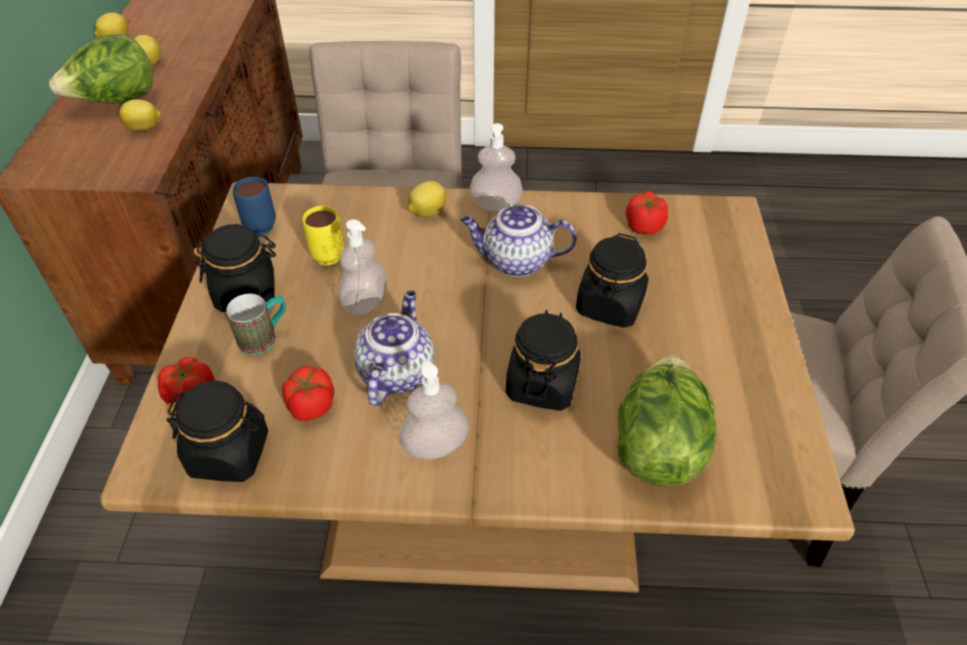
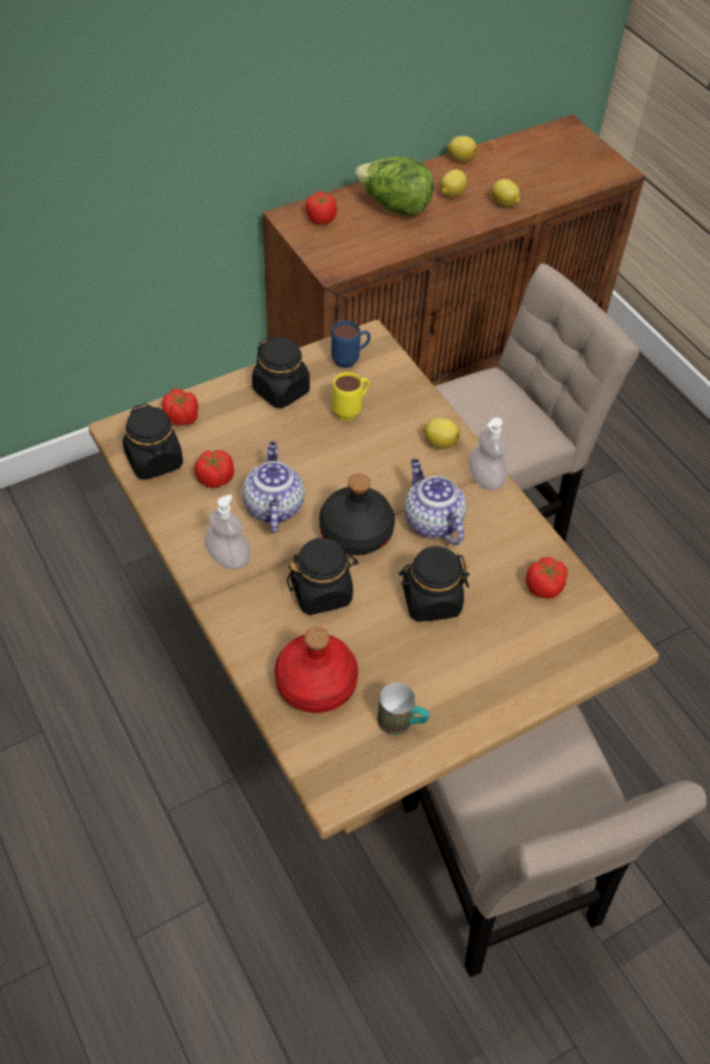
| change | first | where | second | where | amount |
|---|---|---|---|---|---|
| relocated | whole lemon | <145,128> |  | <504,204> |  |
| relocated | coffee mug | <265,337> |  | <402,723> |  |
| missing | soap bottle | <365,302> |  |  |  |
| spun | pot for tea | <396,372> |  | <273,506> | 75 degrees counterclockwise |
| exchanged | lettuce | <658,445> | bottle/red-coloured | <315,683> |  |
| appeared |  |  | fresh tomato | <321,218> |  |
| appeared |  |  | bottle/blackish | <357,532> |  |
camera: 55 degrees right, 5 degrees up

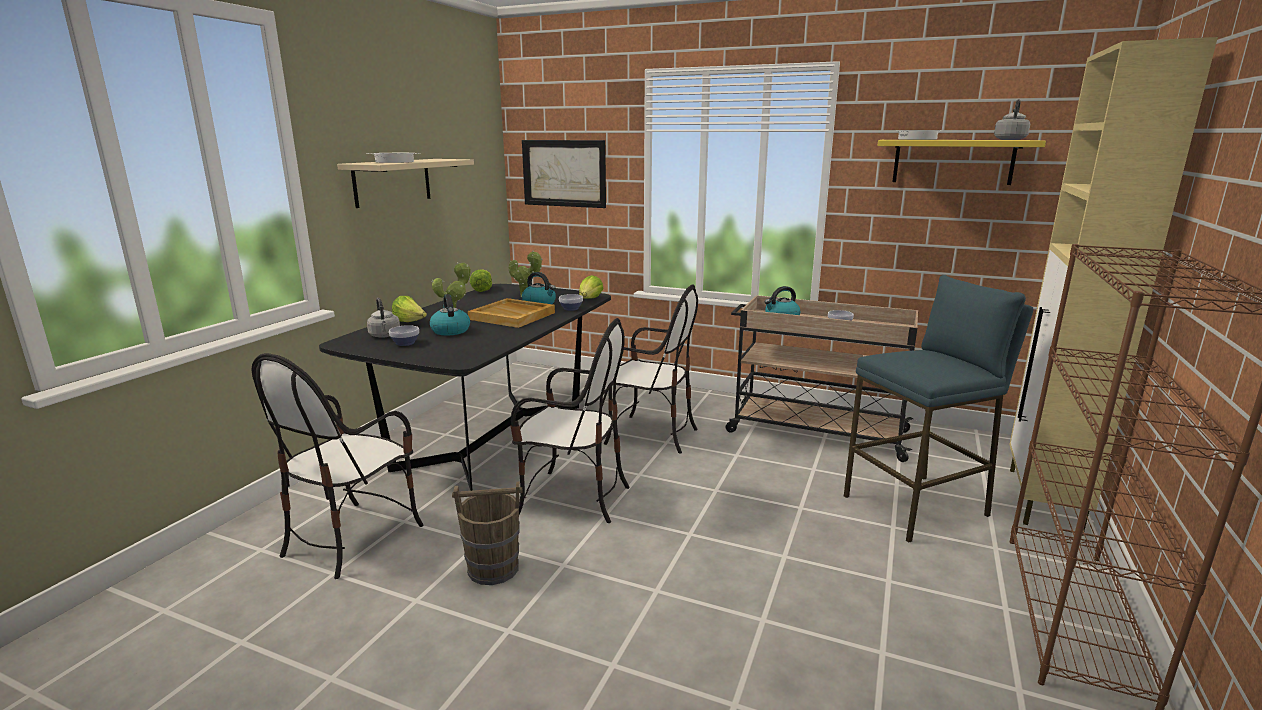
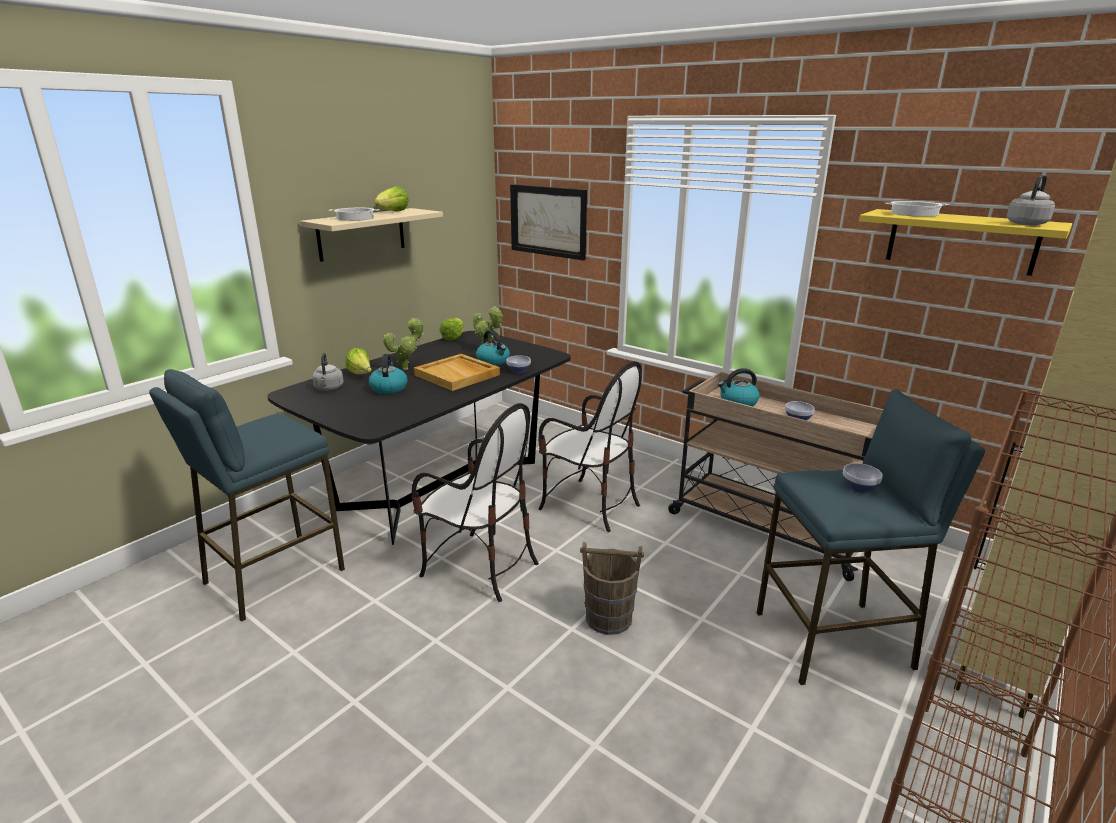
| change | first | where | second | where | amount |
|---|---|---|---|---|---|
| exchanged | plain chair | <352,537> | stool/blue-coloured | <273,575> |  |
| relocated | serving bowl | <404,343> |  | <858,488> |  |
| relocated | bucket/brown-coloured | <494,569> |  | <609,618> |  |
| relocated | lettuce | <590,300> |  | <392,212> |  |
camera: 15 degrees right, 5 degrees up

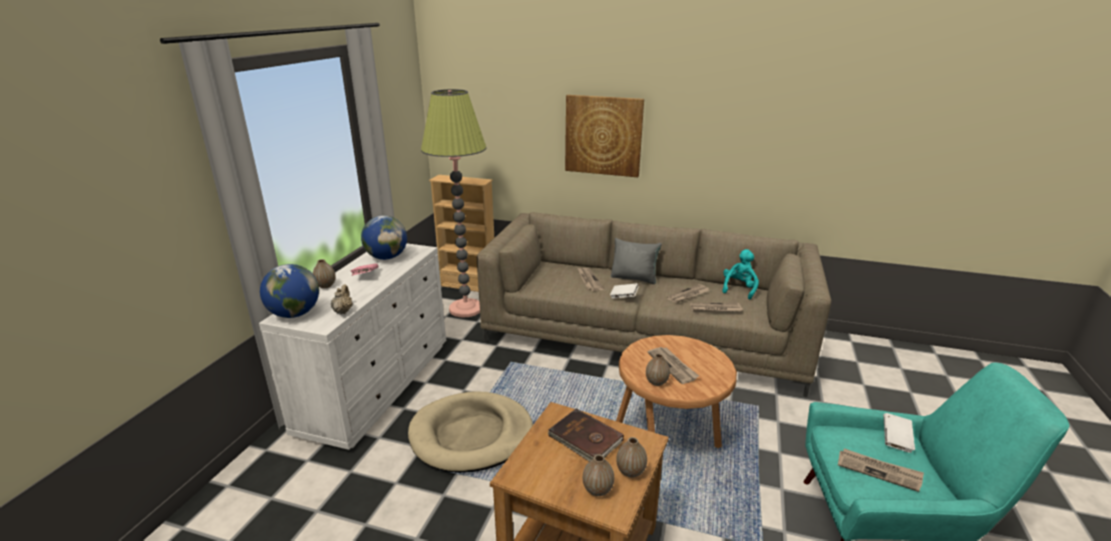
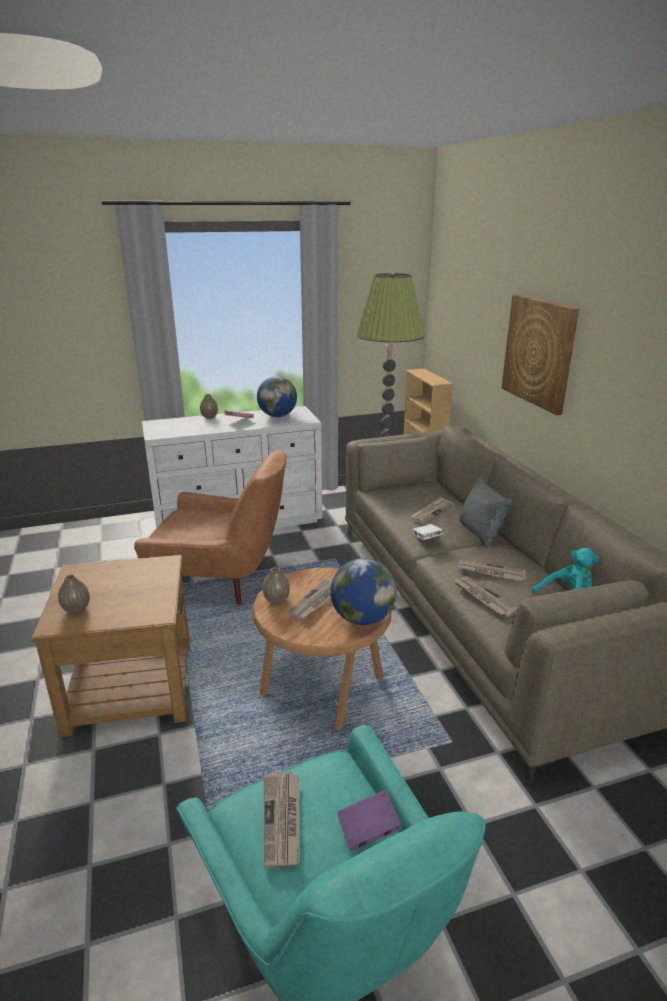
| change | first | where | second | where | amount |
|---|---|---|---|---|---|
| relocated | world globe | <295,314> |  | <362,618> |  |
| missing | pot for tea/beige-coloured | <343,311> |  |  |  |
| exchanged | pet bed/beige-coloured | <471,435> | armchair/brown-coloured | <221,582> |  |
| missing | volume/brown-coloured | <585,439> |  |  |  |
| missing | vase | <630,471> |  |  |  |
| colour | volume/white | <896,440> | volume/purple-coloured | <368,830> |  |
camera: 55 degrees right, 0 degrees up

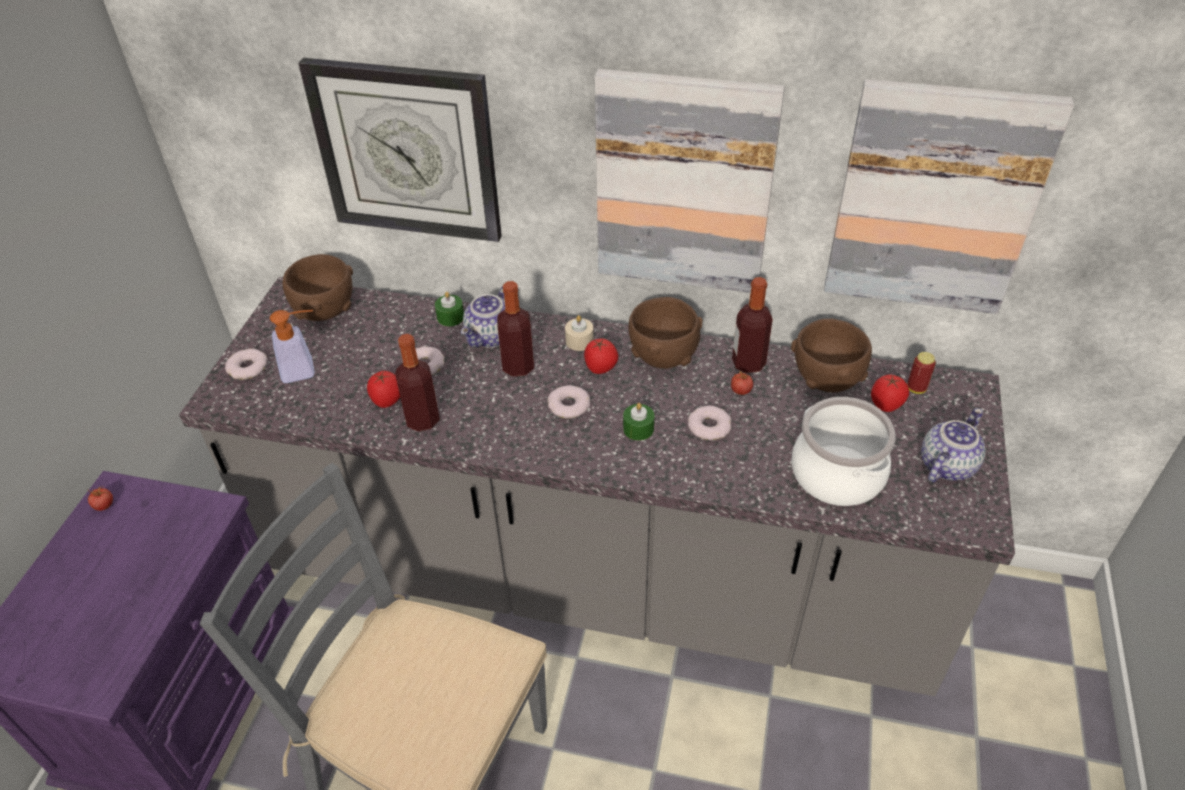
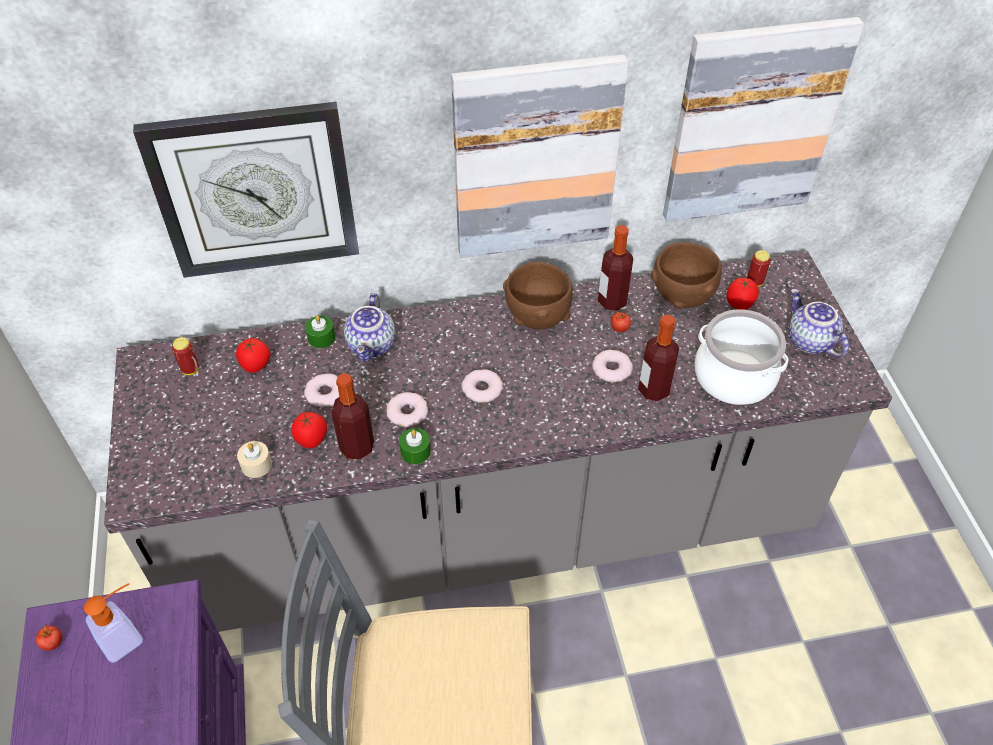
| change | first | where | second | where | amount |
|---|---|---|---|---|---|
| relocated | ring doughnut | <248,368> |  | <407,412> |  |
| relocated | soap bottle | <305,369> |  | <128,636> |  |
| exchanged | serving bowl/brown-coloured | <325,311> | sealed can | <190,369> |  |
| relocated | bottle | <518,367> |  | <654,390> |  |
| relocated | candle/beige-coloured | <579,341> |  | <256,465> |  |
| relocated | fresh tomato | <601,368> |  | <256,365> |  |
| relocated | candle/greenish | <638,429> |  | <415,451> |  |
| spun | pot for tea | <946,464> |  | <809,341> | 45 degrees counterclockwise |
camera: 25 degrees left, 5 degrees up

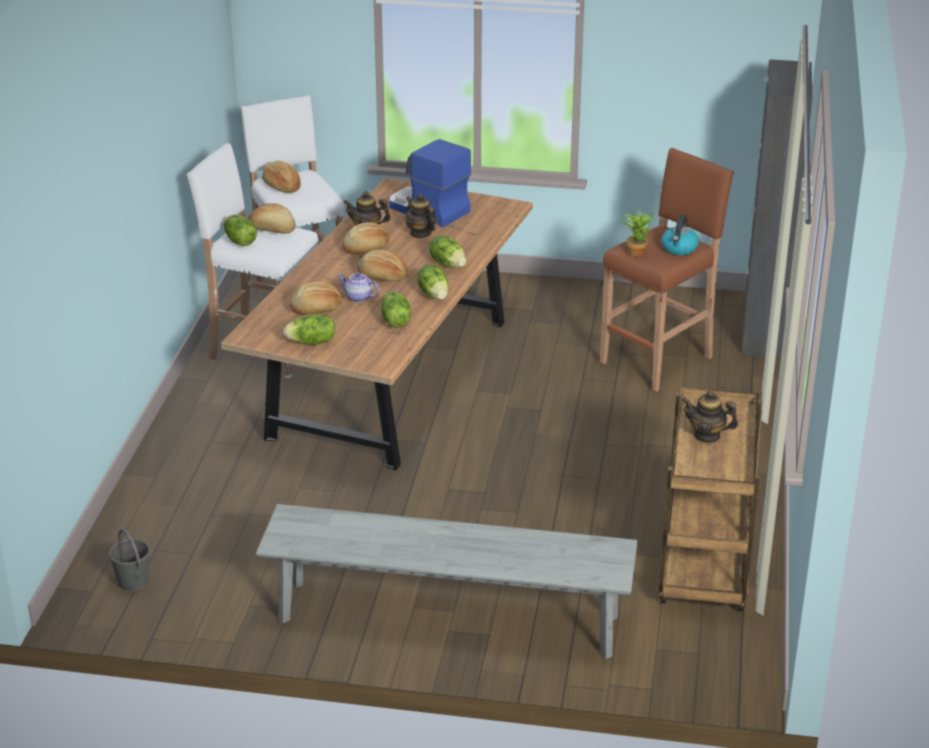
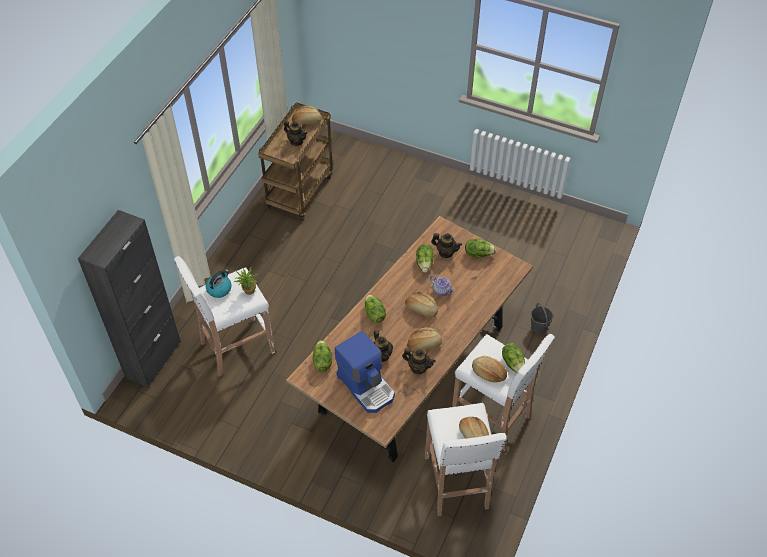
| change | first | where | second | where | amount |
|---|---|---|---|---|---|
| relocated | bucket/greyish | <133,582> |  | <538,327> |  |
| missing | bench/greyish | <448,619> |  |  |  |
| relocated | bread | <317,309> |  | <307,121> |  |
| relocated | lettuce | <434,295> |  | <322,361> |  |
| colour | stool/brown-coloured | <658,360> | stool/white | <235,347> |  |
| appeared |  |  | pot for tea | <445,252> |  |
camera: 165 degrees left, 20 degrees up

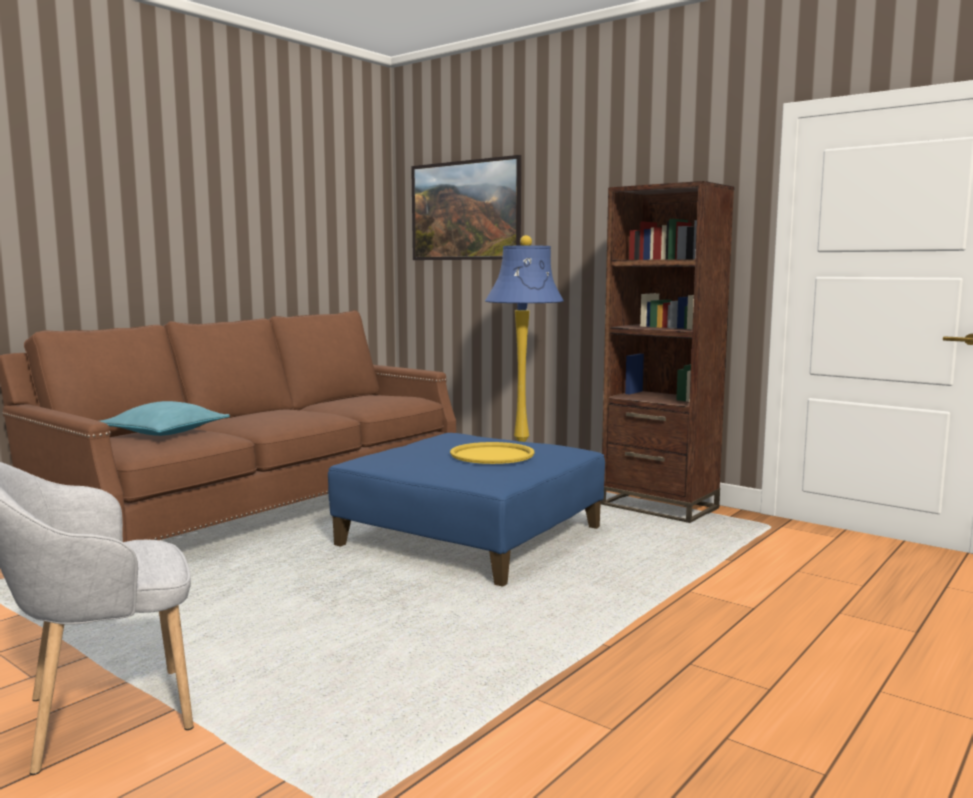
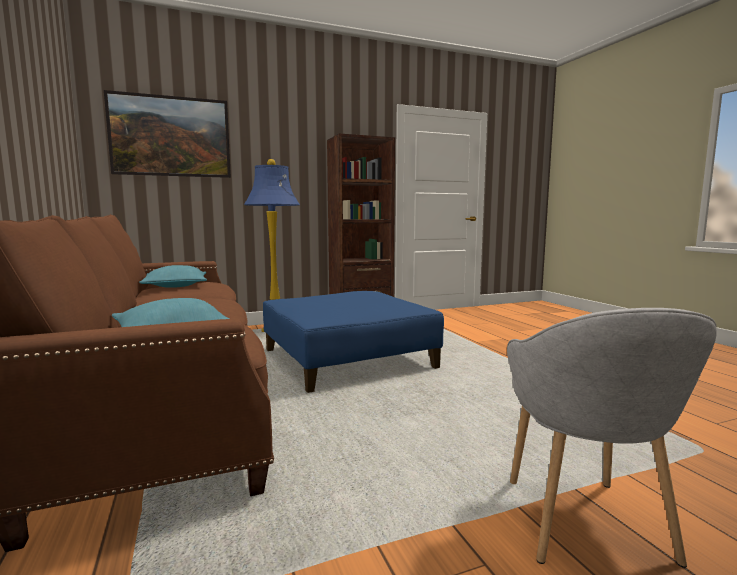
| change | first | where | second | where | amount |
|---|---|---|---|---|---|
| missing | tray/yellow | <492,455> |  |  |  |
| appeared |  |  | pillow/turquoise-coloured | <176,286> |  |
camera: 60 degrees left, 0 degrees up

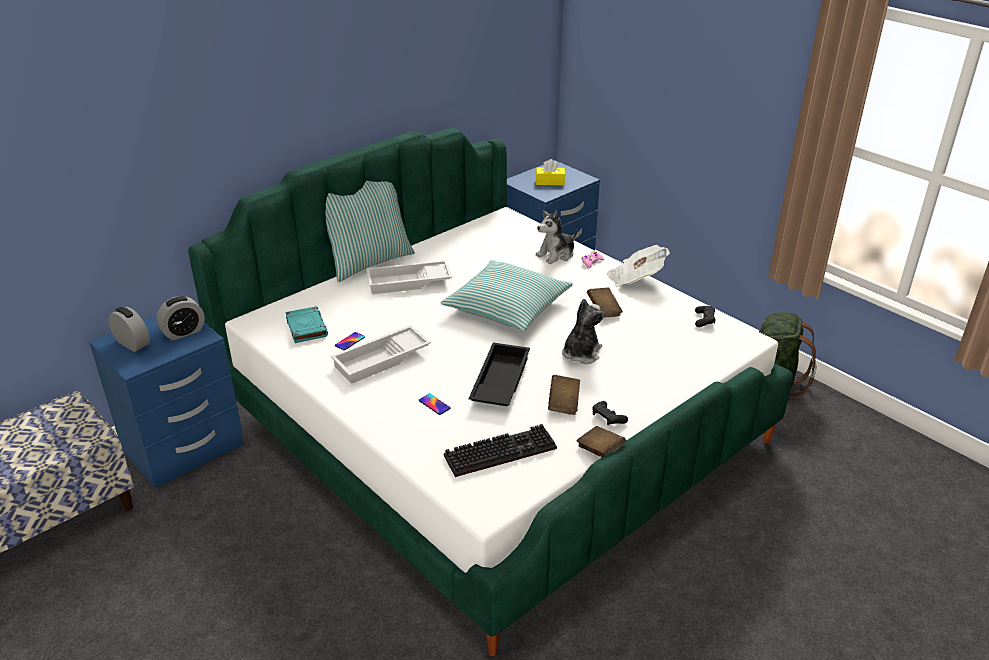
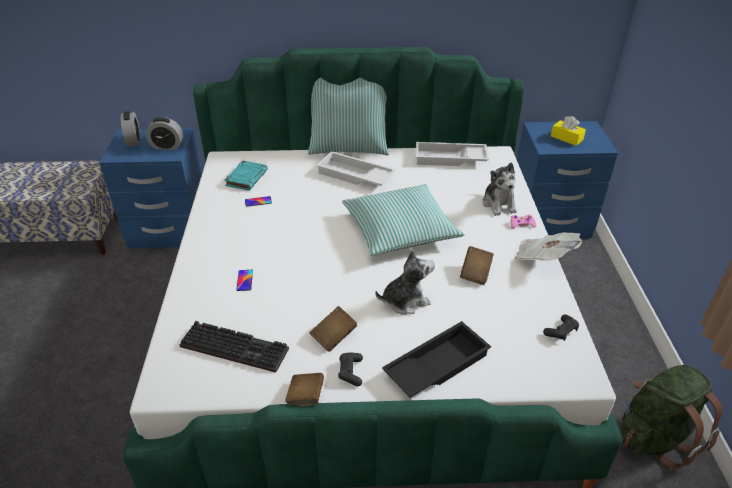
| change | first | where | second | where | amount |
|---|---|---|---|---|---|
| relocated | tray/white | <382,360> |  | <450,159> |  |
| relocated | tray/blackish | <499,381> |  | <436,364> |  |
| spun | soft toy | <556,254> |  | <499,204> | 105 degrees counterclockwise |
camera: 40 degrees right, 5 degrees up

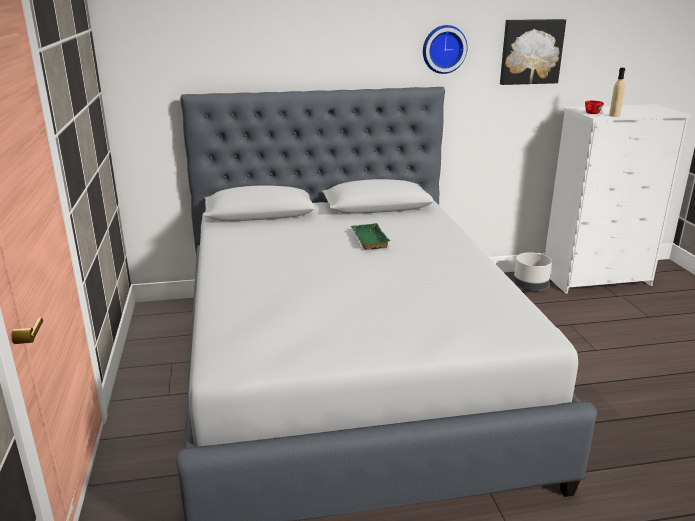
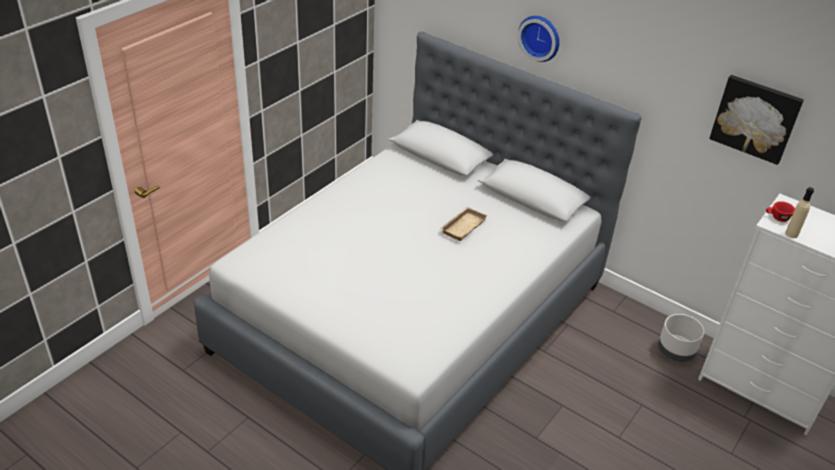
| change | first | where | second | where | amount |
|---|---|---|---|---|---|
| colour | tray/greenish | <368,240> | tray/beige-coloured | <462,226> |  |
| relocated | hanging clock | <443,49> |  | <540,37> |  |
camera: 45 degrees right, 15 degrees up

